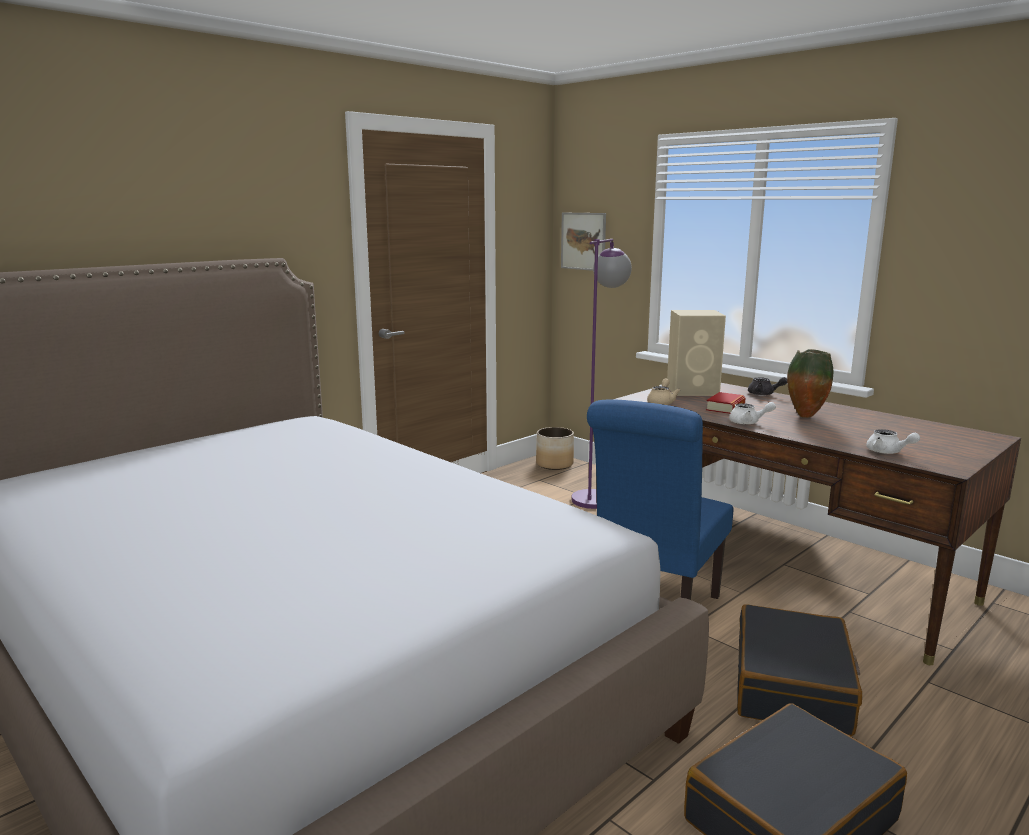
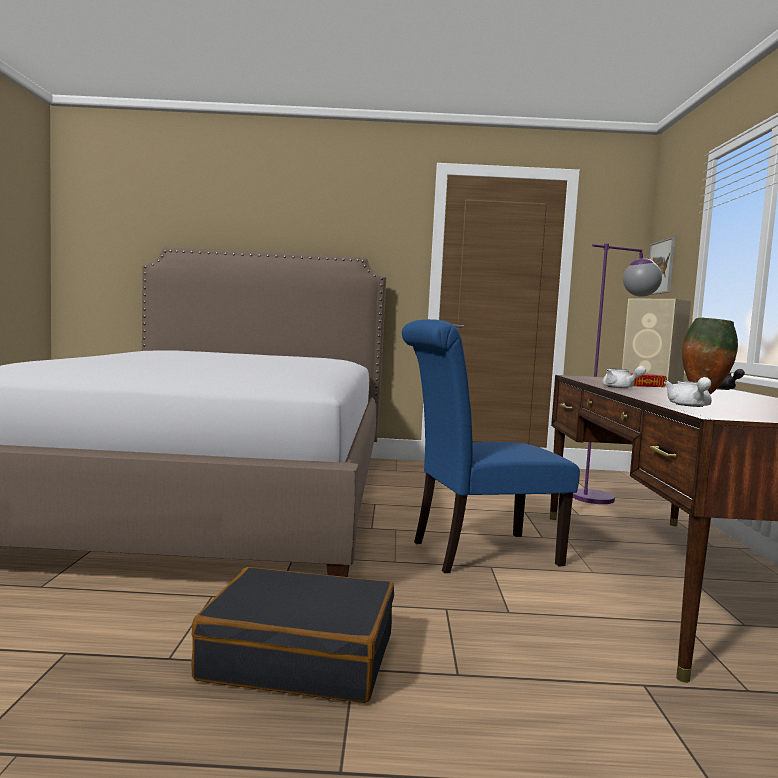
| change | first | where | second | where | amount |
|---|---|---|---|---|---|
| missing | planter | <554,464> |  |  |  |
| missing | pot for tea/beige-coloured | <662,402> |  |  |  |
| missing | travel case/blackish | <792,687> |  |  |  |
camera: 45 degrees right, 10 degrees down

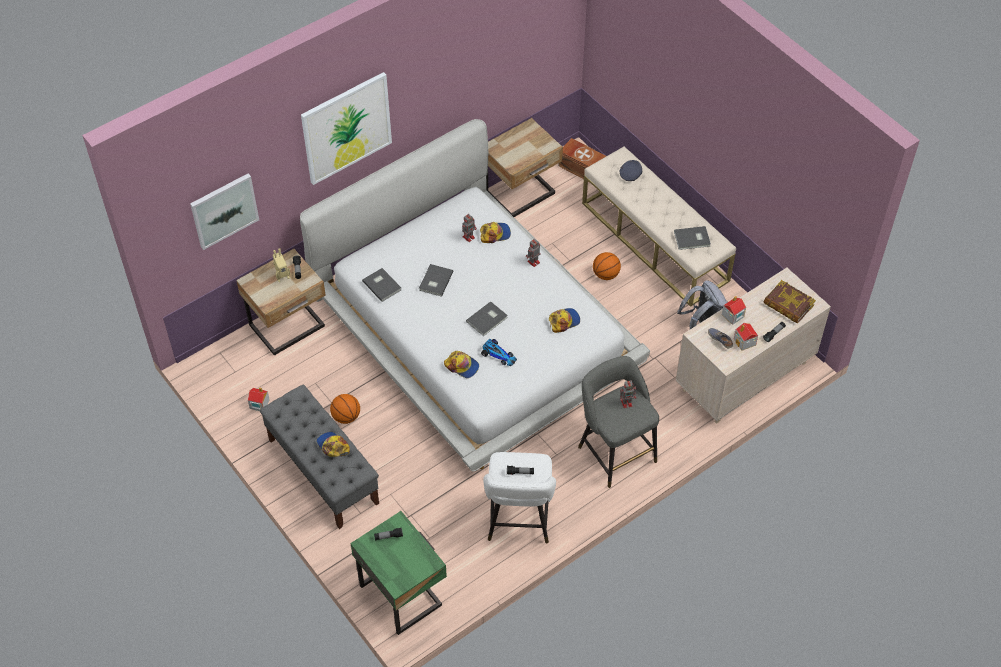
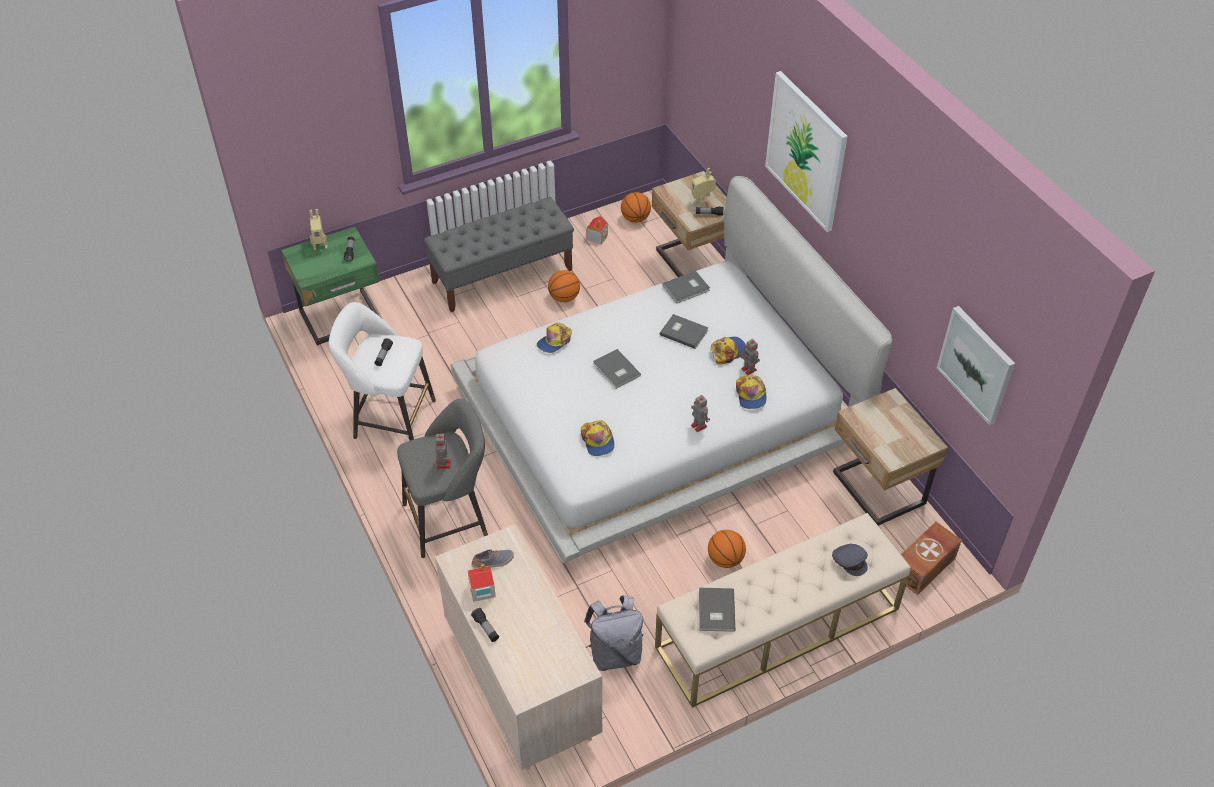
| change | first | where | second | where | amount |
|---|---|---|---|---|---|
| relocated | wall picture | <224,210> |  | <976,364> |  |
| relocated | peaked cap | <333,446> |  | <728,351> |  |
| missing | miniature car | <499,355> |  |  |  |
| missing | model house | <732,316> |  |  |  |
| missing | volume | <788,305> |  |  |  |
| appeared |  |  | toy robot | <320,244> |  |
| appeared |  |  | ball for basketball | <635,218> |  |
camera: 100 degrees right, 5 degrees down

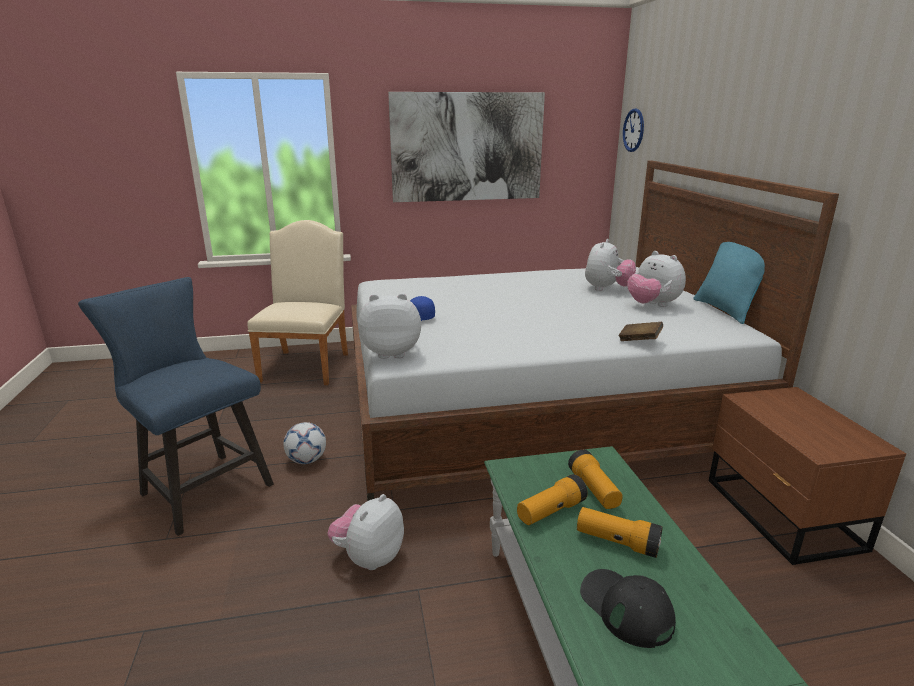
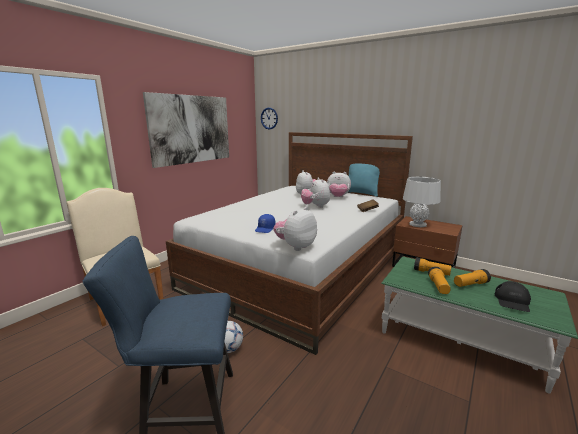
| change | first | where | second | where | amount |
|---|---|---|---|---|---|
| relocated | soft toy | <369,557> |  | <315,206> |  |
| spun | peaked cap/blackish | <626,608> |  | <512,301> | 75 degrees counterclockwise |
| appeared |  |  | lamp for a table/greyish | <418,224> |  |
camera: 45 degrees left, 5 degrees down

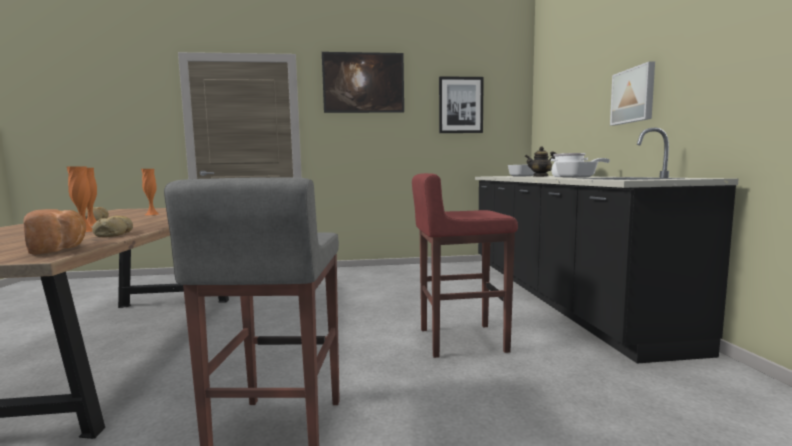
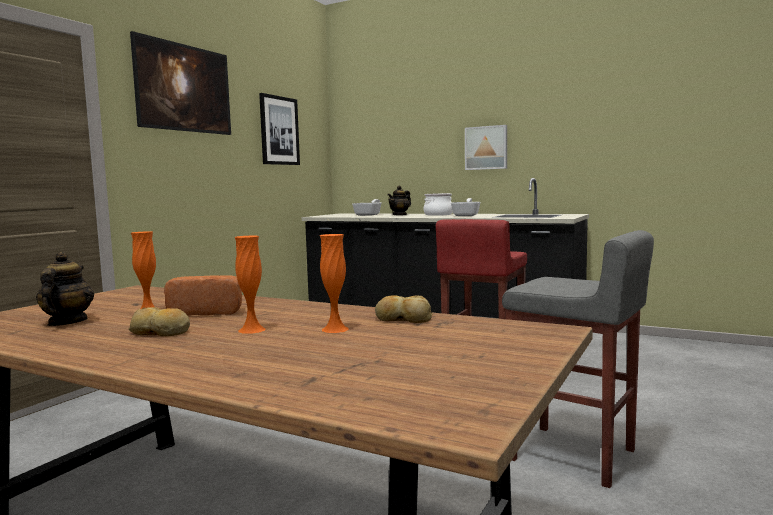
| change | first | where | second | where | amount |
|---|---|---|---|---|---|
| relocated | bread | <61,248> |  | <208,312> |  |
| appeared |  |  | pot for tea | <67,322> |  |
camera: 55 degrees left, 0 degrees up

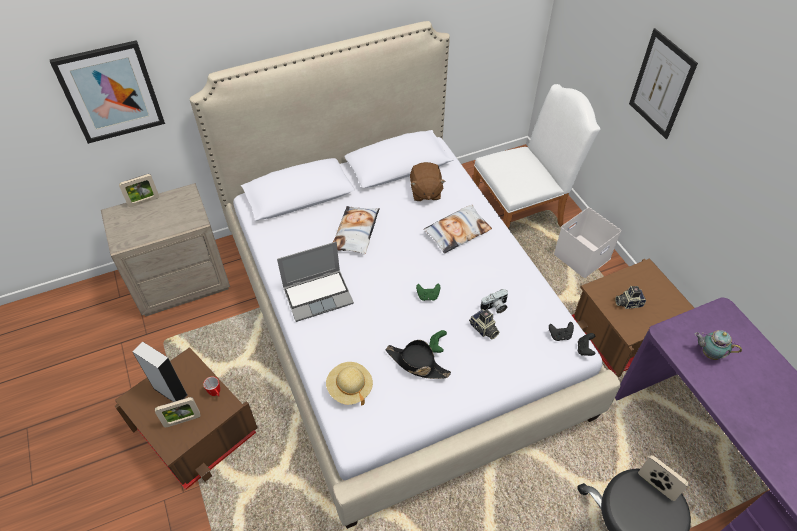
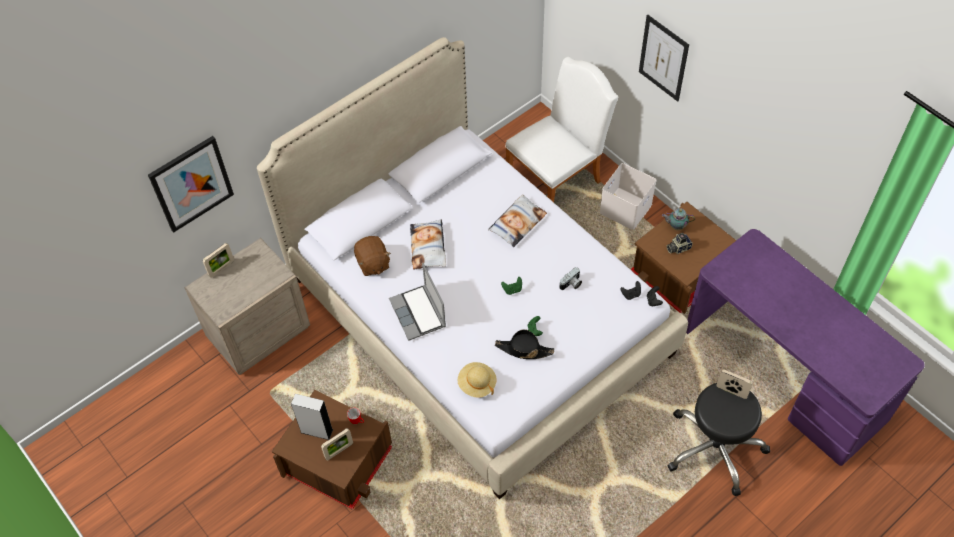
| change | first | where | second | where | amount |
|---|---|---|---|---|---|
| spun | notebook computer | <318,295> |  | <419,313> | 105 degrees clockwise |
| relocated | soft toy/brown-coloured | <425,192> |  | <372,263> |  |
| missing | still camera | <483,329> |  |  |  |
| relocated | pot for tea | <709,353> |  | <676,226> |  |
camera: 15 degrees left, 5 degrees up

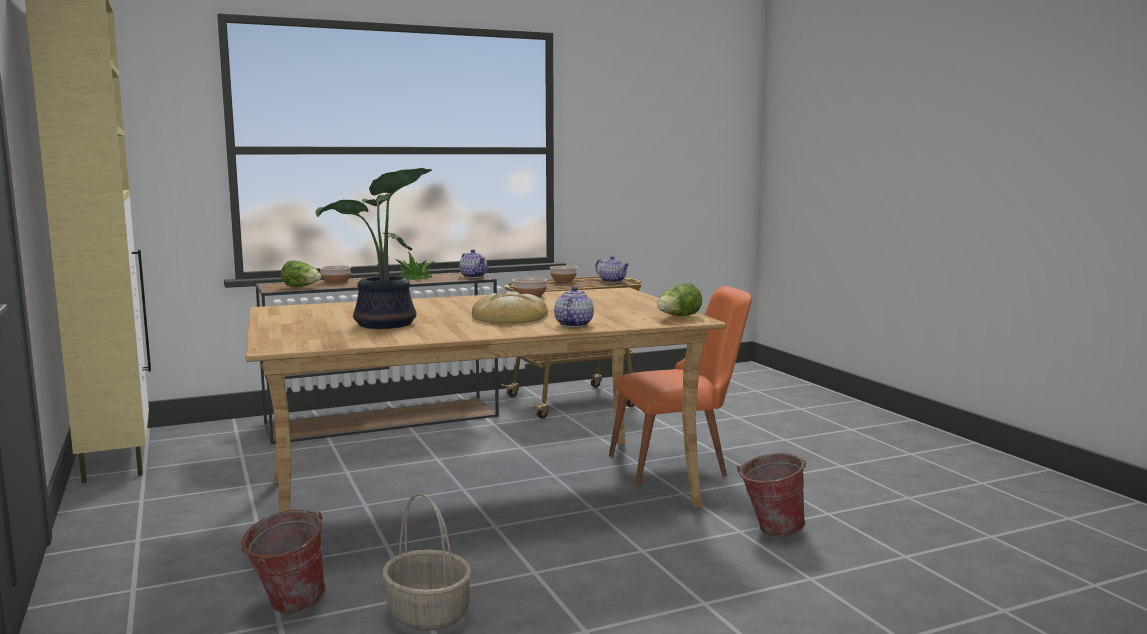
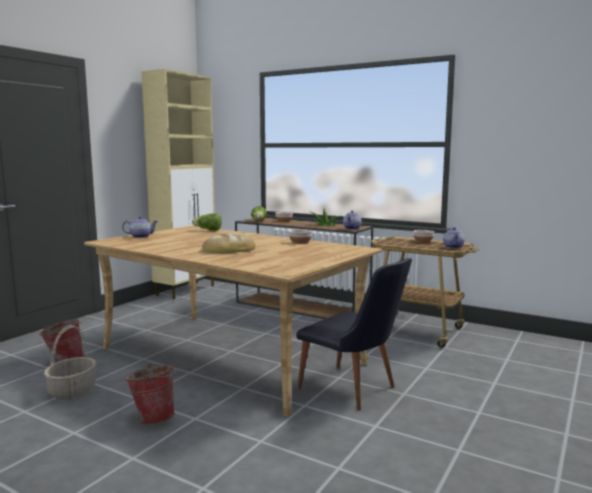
| change | first | where | second | where | amount |
|---|---|---|---|---|---|
| missing | plant in a pot | <385,325> |  |  |  |
| relocated | pot for tea | <573,325> |  | <141,236> |  |
| colour | plain chair/orangey | <679,465> | plain chair/blackish | <354,391> |  |
| relocated | lettuce | <678,317> |  | <208,230> |  |
| relocated | bucket | <770,529> |  | <154,417> |  |
camera: 55 degrees right, 0 degrees up

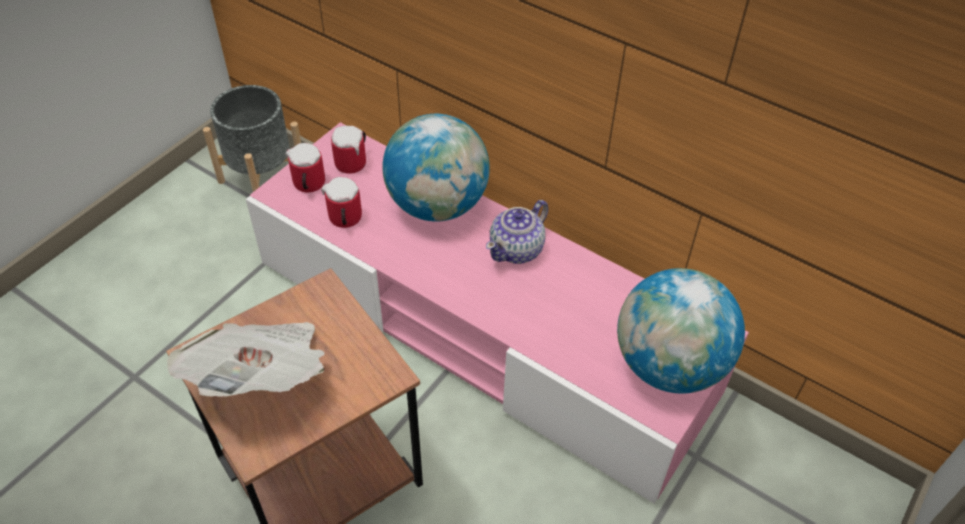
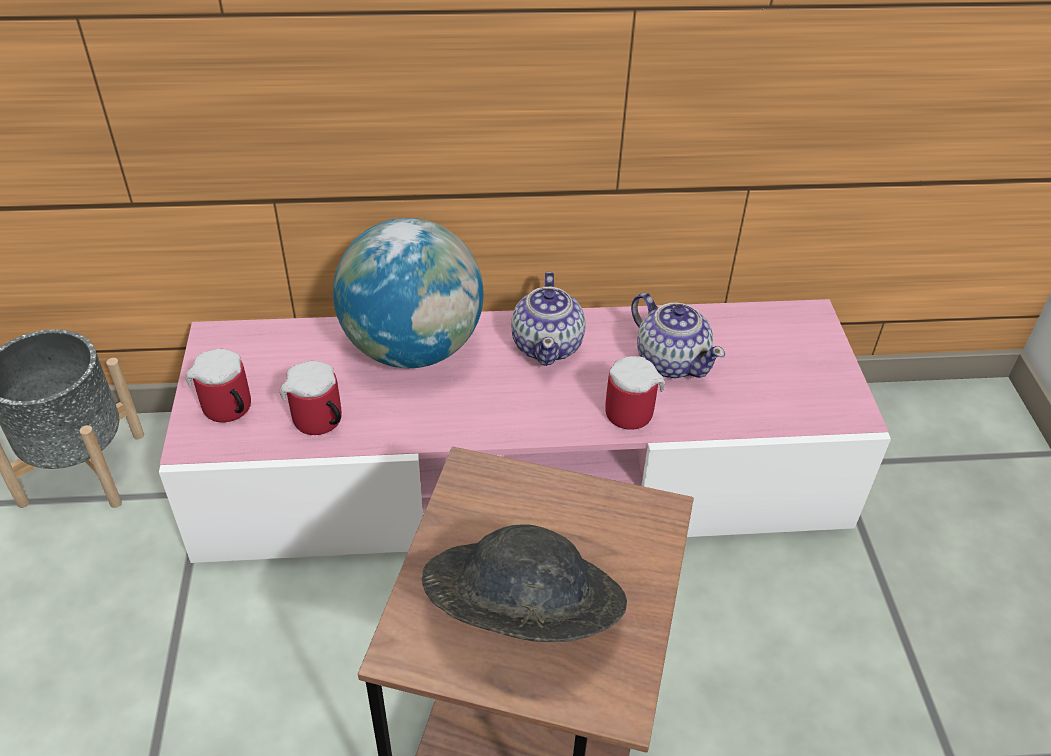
| change | first | where | second | where | amount |
|---|---|---|---|---|---|
| exchanged | newspaper | <262,377> | wearable hat/greyish | <521,615> |  |
| relocated | coffee mug | <354,161> |  | <629,408> |  |
| missing | world globe | <669,366> |  |  |  |
| appeared |  |  | pot for tea | <671,361> |  |
camera: 40 degrees left, 5 degrees down

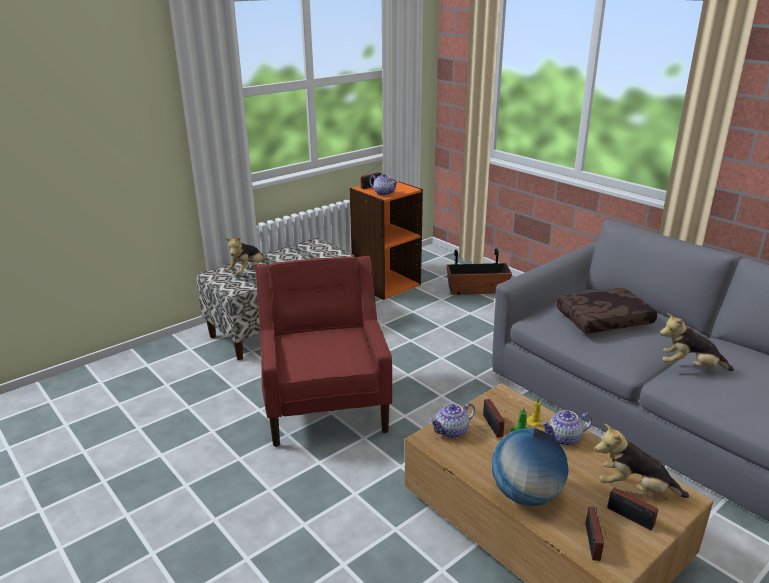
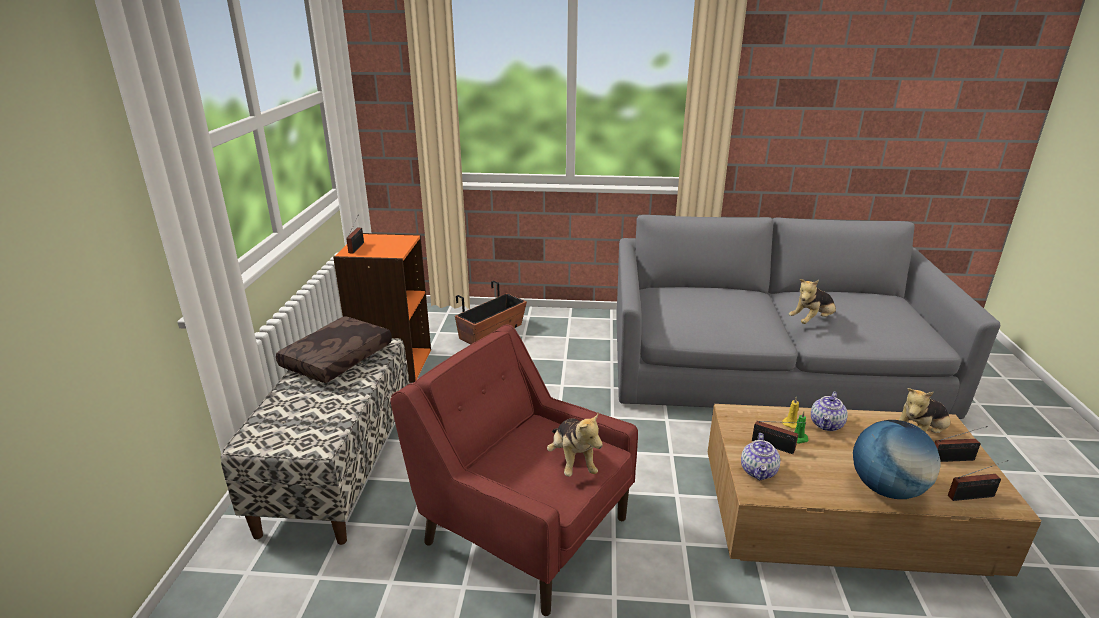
| change | first | where | second | where | amount |
|---|---|---|---|---|---|
| relocated | soft toy | <247,271> |  | <572,461> |  |
| missing | pot for tea | <384,193> |  |  |  |
| relocated | pillow/brown-coloured | <604,320> |  | <338,359> |  |
| spun | radio | <592,544> |  | <973,496> | 60 degrees counterclockwise |
camera: 45 degrees left, 0 degrees up

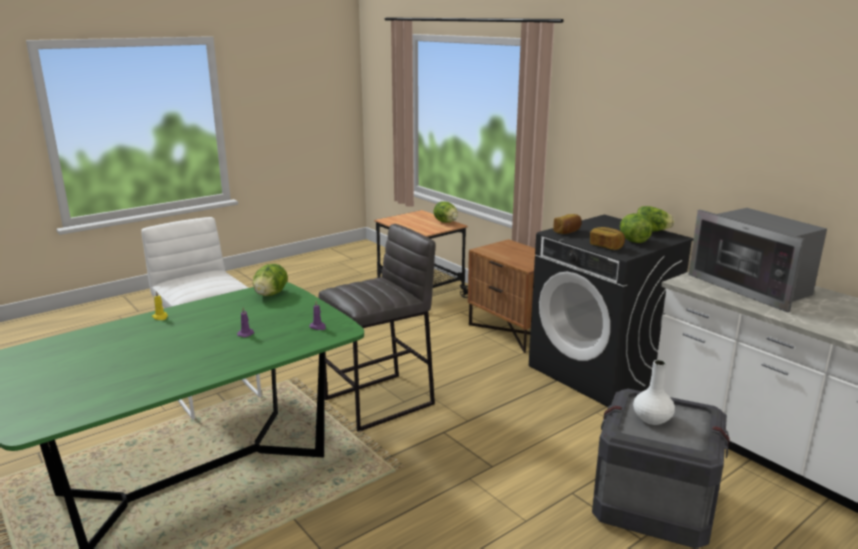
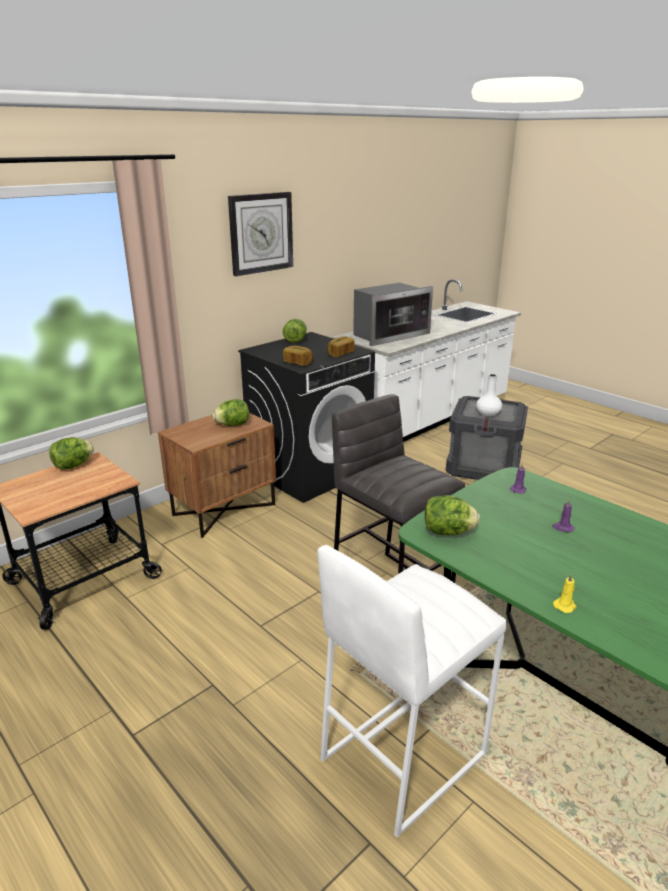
| change | first | where | second | where | amount |
|---|---|---|---|---|---|
| relocated | lettuce | <633,241> |  | <233,425> |  |
| appeared |  |  | hanging clock | <261,233> |  |
camera: 95 degrees left, 5 degrees up

